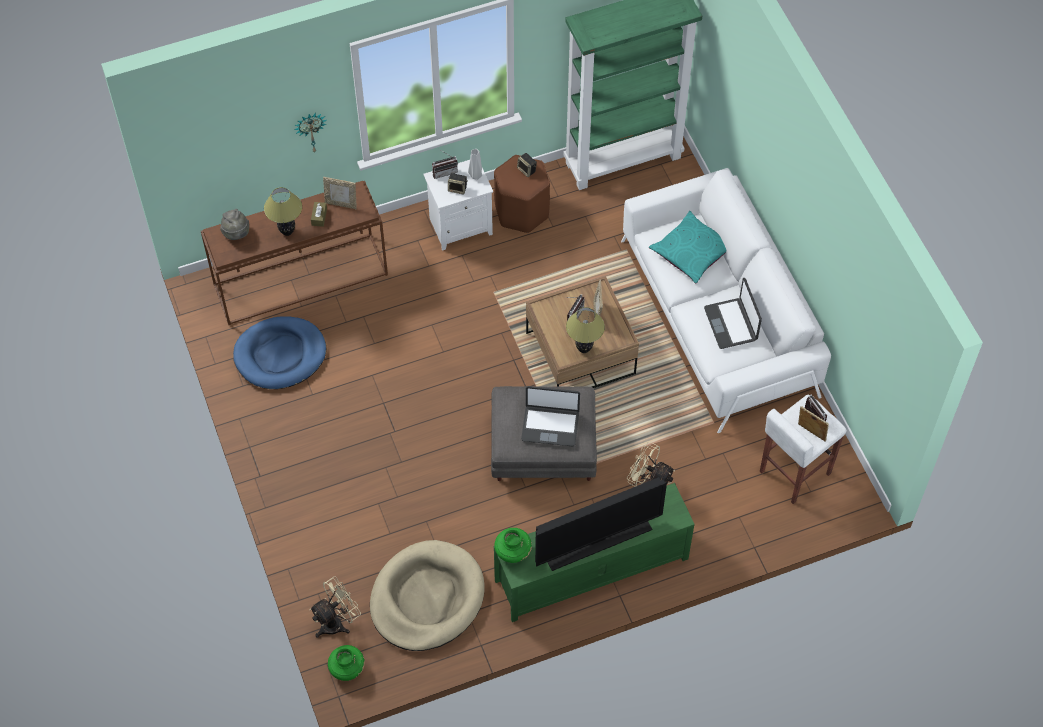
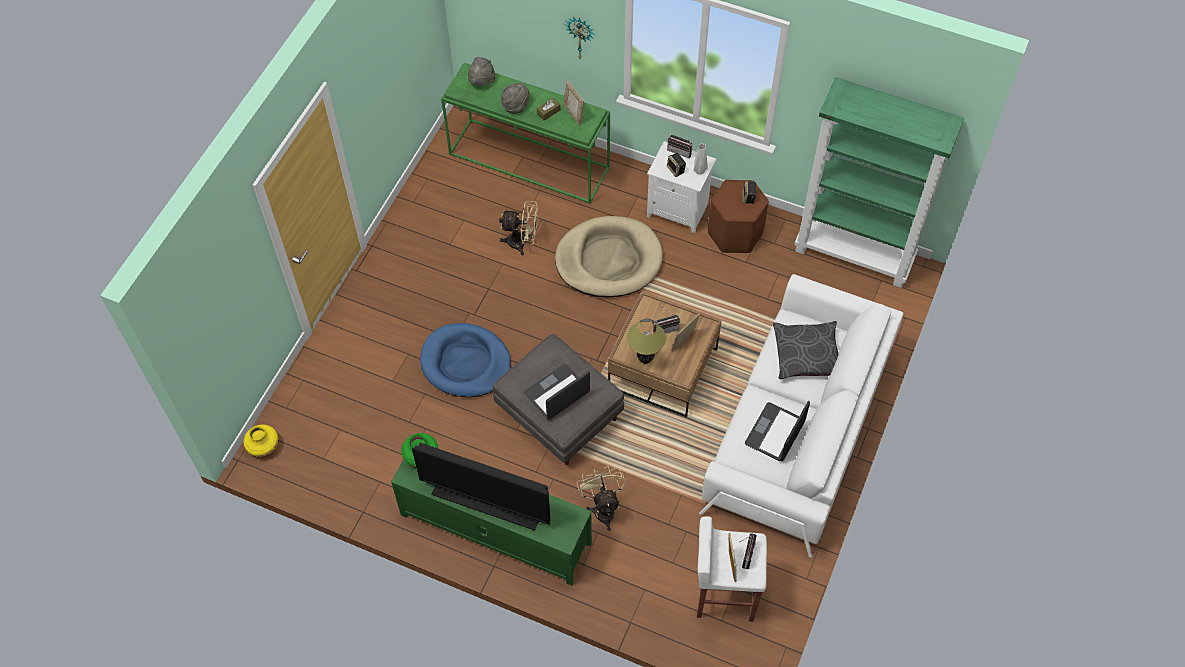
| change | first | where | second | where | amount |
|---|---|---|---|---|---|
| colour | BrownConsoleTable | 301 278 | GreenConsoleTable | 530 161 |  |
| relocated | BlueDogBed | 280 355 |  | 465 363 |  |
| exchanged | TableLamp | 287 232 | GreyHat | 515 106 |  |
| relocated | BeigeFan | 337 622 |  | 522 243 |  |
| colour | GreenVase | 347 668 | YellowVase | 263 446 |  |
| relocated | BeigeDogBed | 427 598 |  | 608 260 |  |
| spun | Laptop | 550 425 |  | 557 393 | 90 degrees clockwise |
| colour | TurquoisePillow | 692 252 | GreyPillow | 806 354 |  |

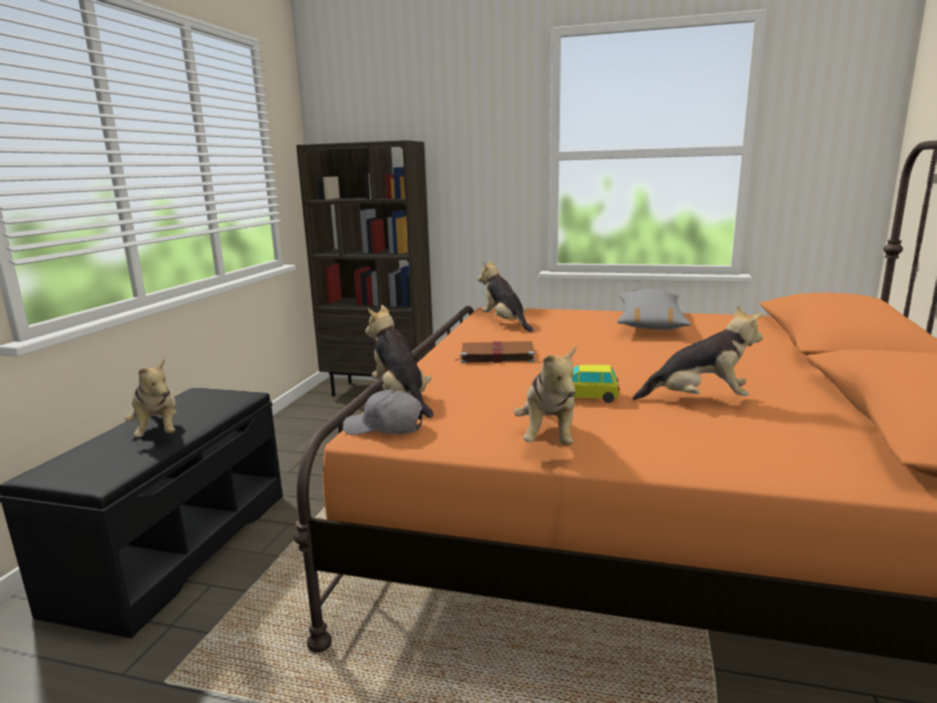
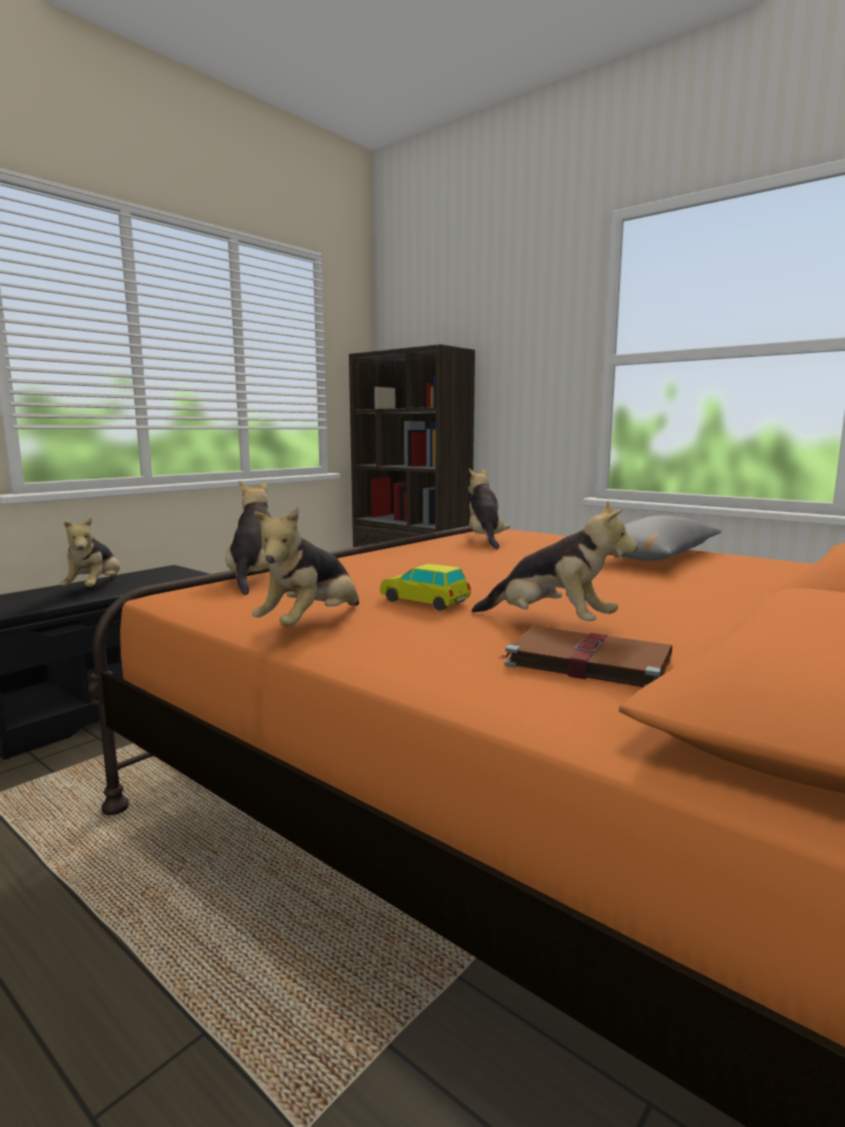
| change | first | where | second | where | amount |
|---|---|---|---|---|---|
| missing | GreyCap | 385 427 |  |  |  |
| relocated | BrownBook | 495 355 |  | 585 661 |  |

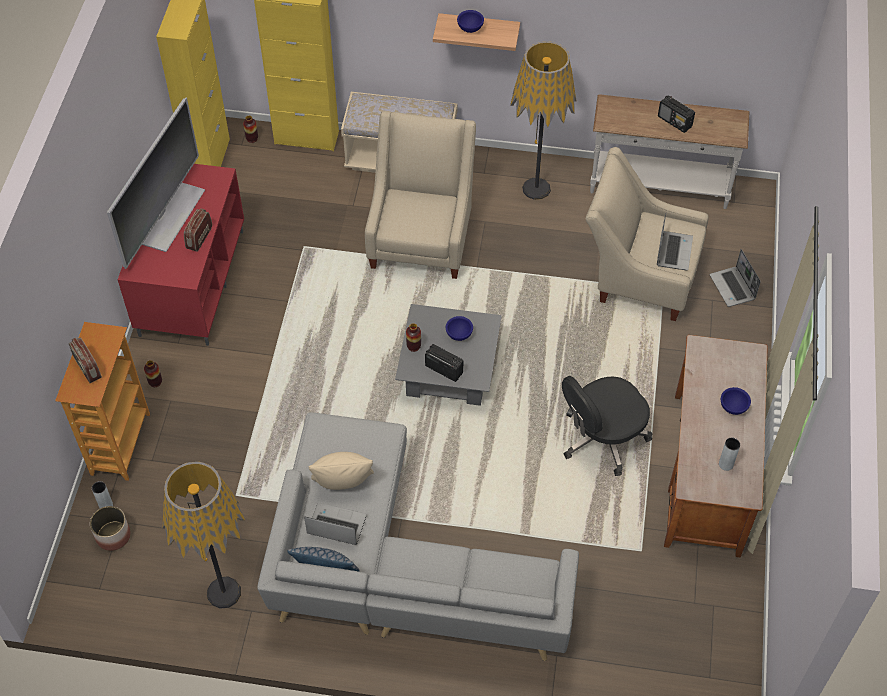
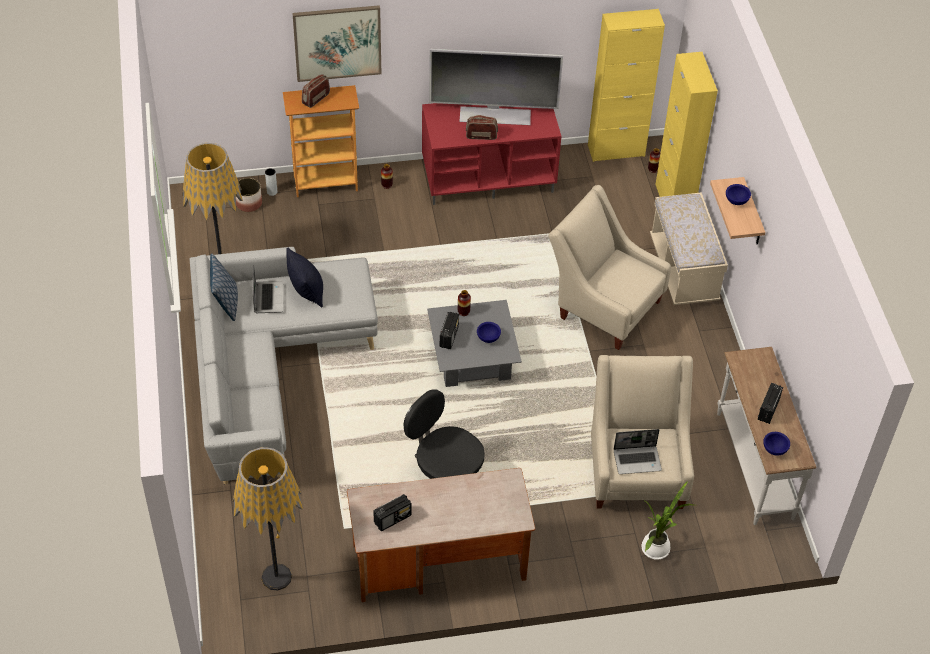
| change | first | where | second | where | amount |
|---|---|---|---|---|---|
| colour | BeigePillow | 343 483 | BlackPillow | 306 292 |  |
| spun | BeigeArmchair | 421 237 |  | 603 305 | 135 degrees counterclockwise |
| relocated | FloorLamp | 536 188 |  | 276 576 |  |
| exchanged | Laptop | 733 288 | PottedPlant | 657 547 |  |
| exchanged | GreyVase | 726 464 | Radio | 393 519 |  |
| relocated | BlueBowl | 733 407 |  | 775 449 |  |
| appeared |  |  | Picture | 337 42 |  |

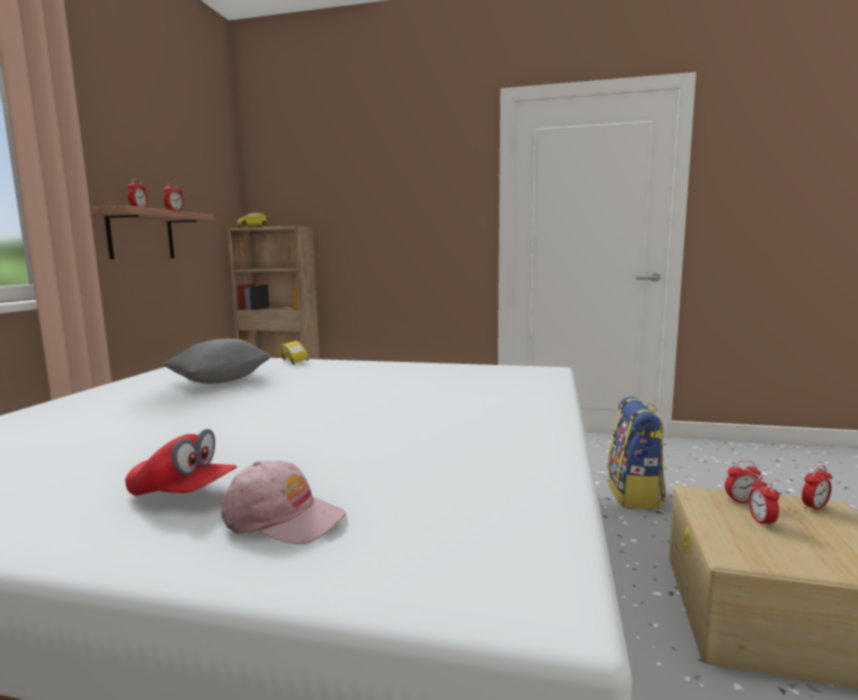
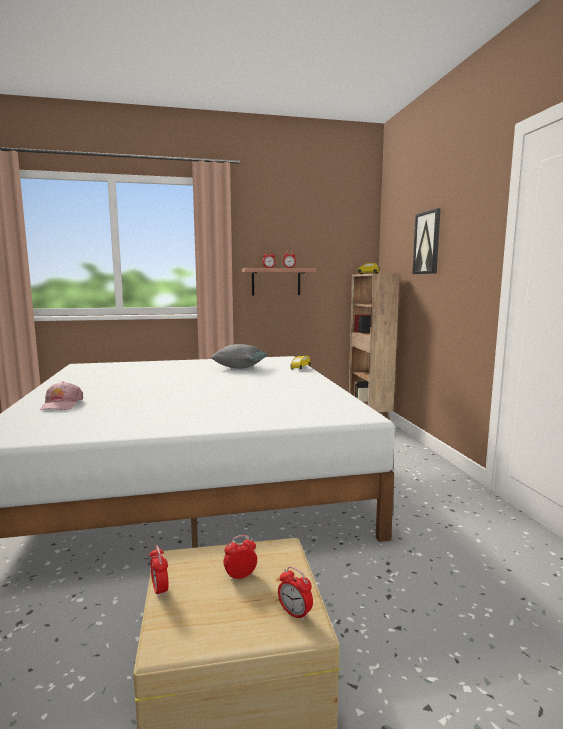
| change | first | where | second | where | amount |
|---|---|---|---|---|---|
| missing | RedCap | 184 493 |  |  |  |
| missing | Backpack | 635 495 |  |  |  |
| relocated | AlarmClock | 741 501 |  | 160 590 |  |
| appeared |  |  | Picture | 427 243 |  |

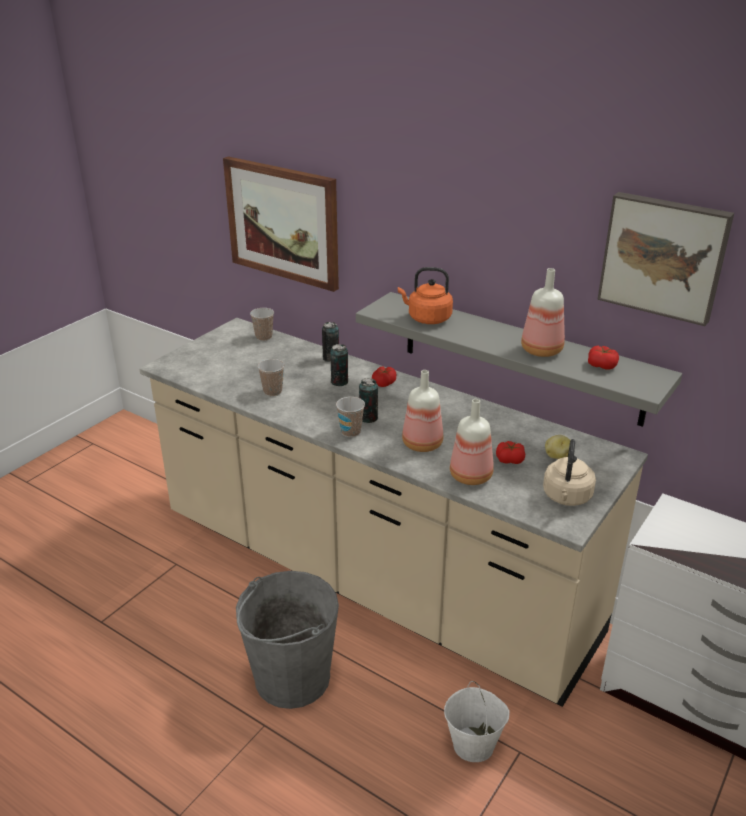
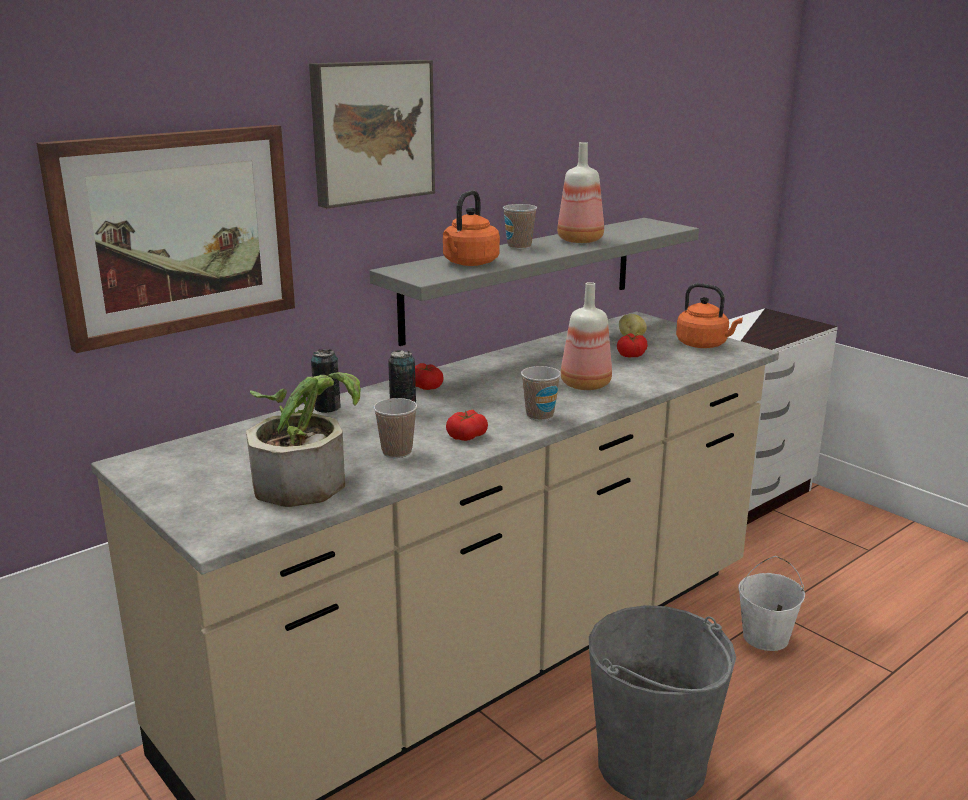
| change | first | where | second | where | amount |
|---|---|---|---|---|---|
| relocated | Cup | 264 337 |  | 519 246 |  |
| missing | Can | 368 418 |  |  |  |
| missing | Bottle | 471 475 |  |  |  |
| colour | BeigeKettle | 566 498 | OrangeKettle | 704 345 |  |
| relocated | Tomato | 601 365 |  | 466 436 |  |
| relocated | Picture | 664 256 |  | 371 131 |  |
| appeared |  |  | PottedPlant | 306 478 |  |

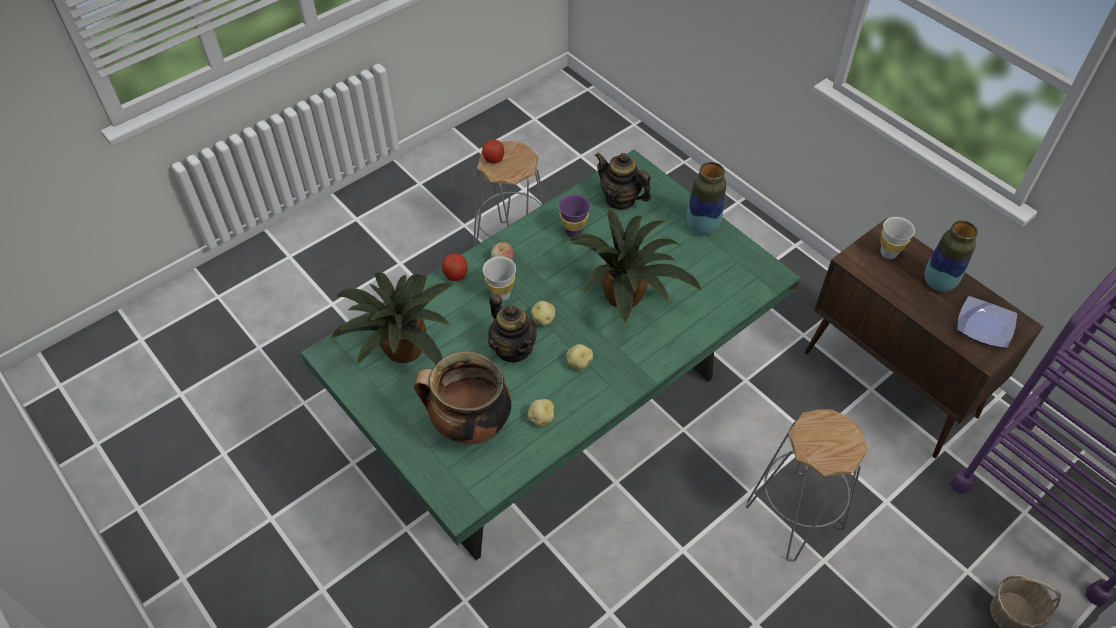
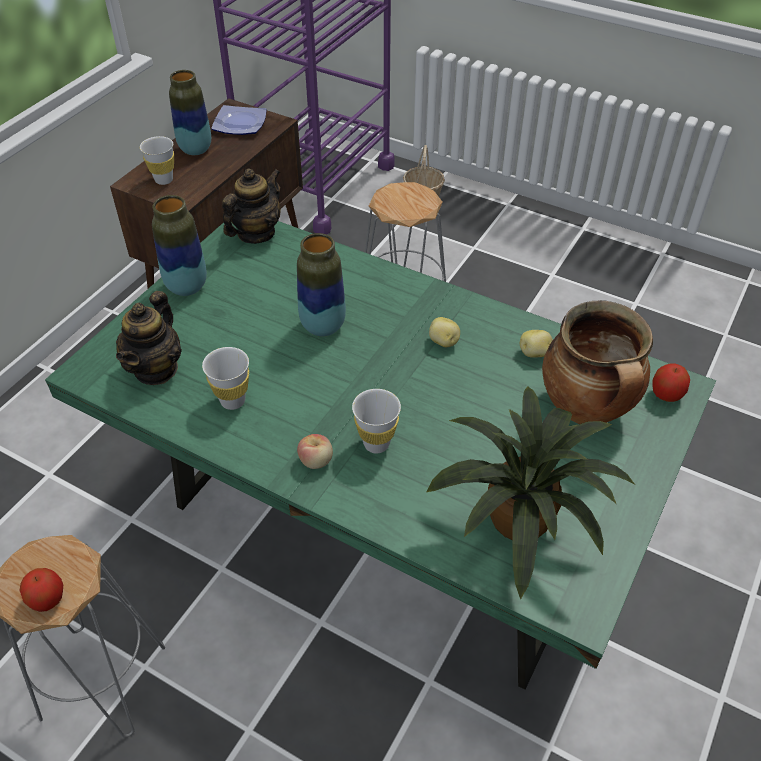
| change | first | where | second | where | amount |
|---|---|---|---|---|---|
| relocated | Apple | 455 275 |  | 666 395 |  |
| relocated | Teapot | 513 349 |  | 256 233 |  |
| missing | Potato | 543 319 |  |  |  |
| colour | PurpleCup | 573 231 | WhiteCup | 232 401 |  |
| exchanged | PottedPlant | 627 295 | Vase | 323 326 |  |

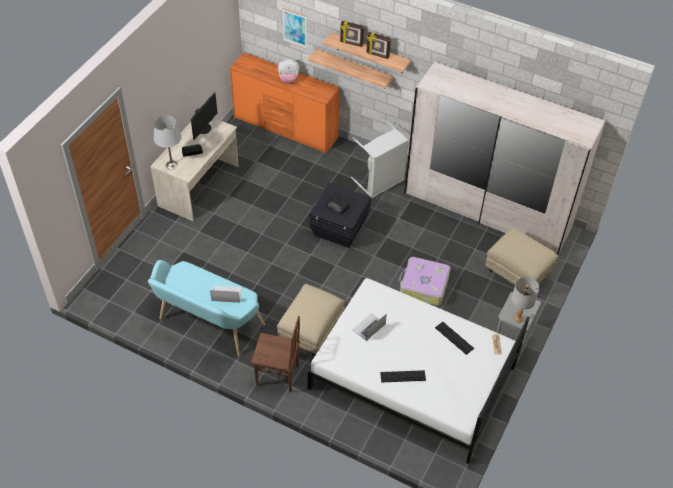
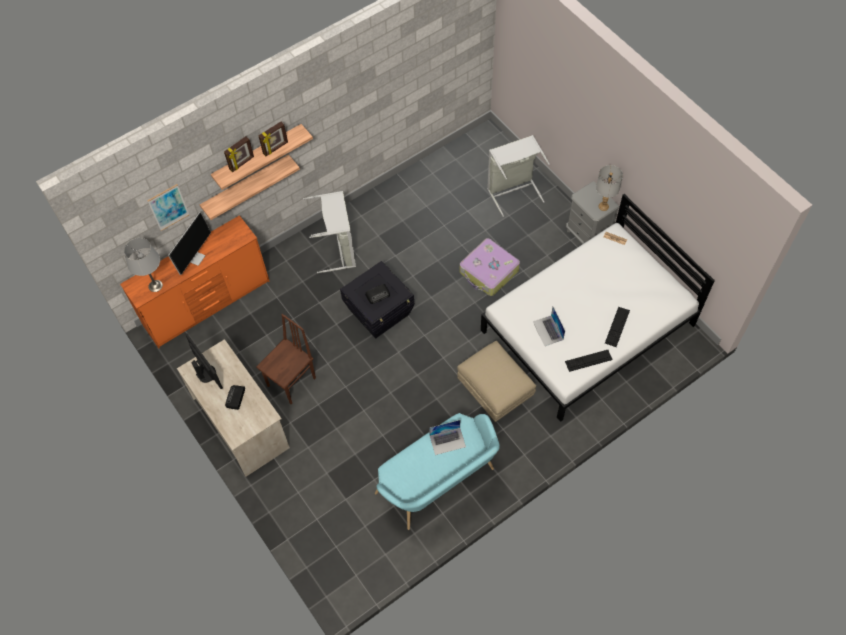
| change | first | where | second | where | amount |
|---|---|---|---|---|---|
| relocated | GreyTableLamp | 171 165 |  | 155 286 |  |
| spun | Laptop | 226 294 |  | 447 441 | 135 degrees counterclockwise |
| relocated | BrownChair | 277 376 |  | 292 382 |  |
| exchanged | PlushToy | 288 79 | Monitor | 195 257 |  |
| missing | WhiteWardrobe | 487 211 |  |  |  |
| relocated | Keyboard | 454 338 |  | 588 360 |  |
| exchanged | BeigeOttoman | 518 273 | GreyLaundryBasket | 513 191 |  |

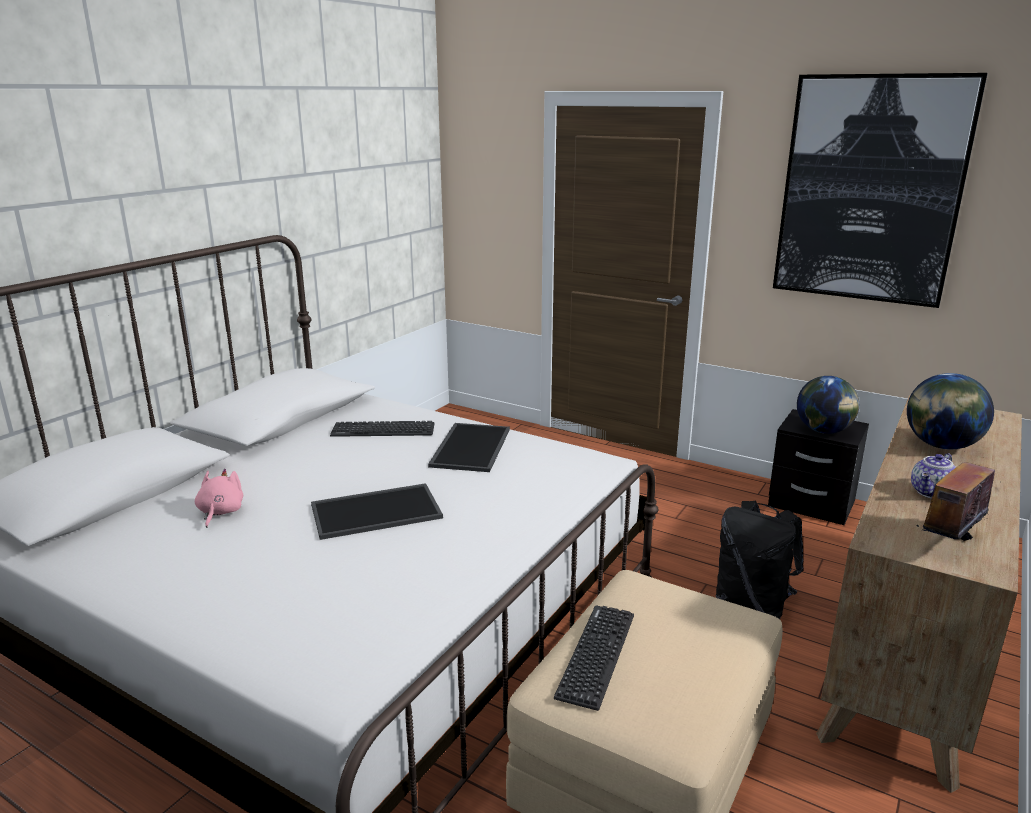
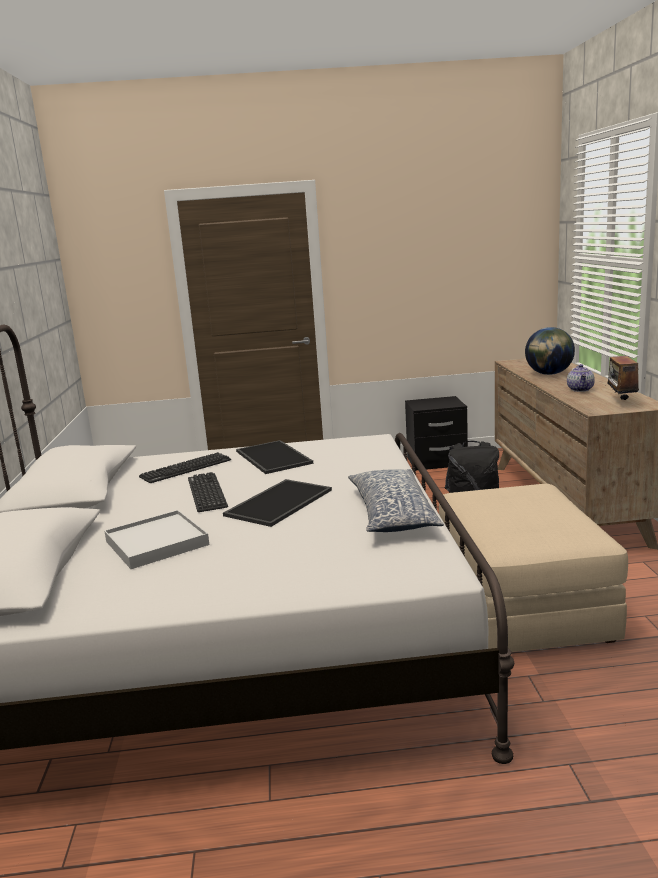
| change | first | where | second | where | amount |
|---|---|---|---|---|---|
| exchanged | PinkPlushToy | 220 512 | WhiteTray | 156 543 |  |
| relocated | Keyboard | 596 655 |  | 207 493 |  |
| missing | Picture | 870 190 |  |  |  |
| missing | Globe | 823 431 |  |  |  |
| appeared |  |  | Pillow | 391 514 |  |

